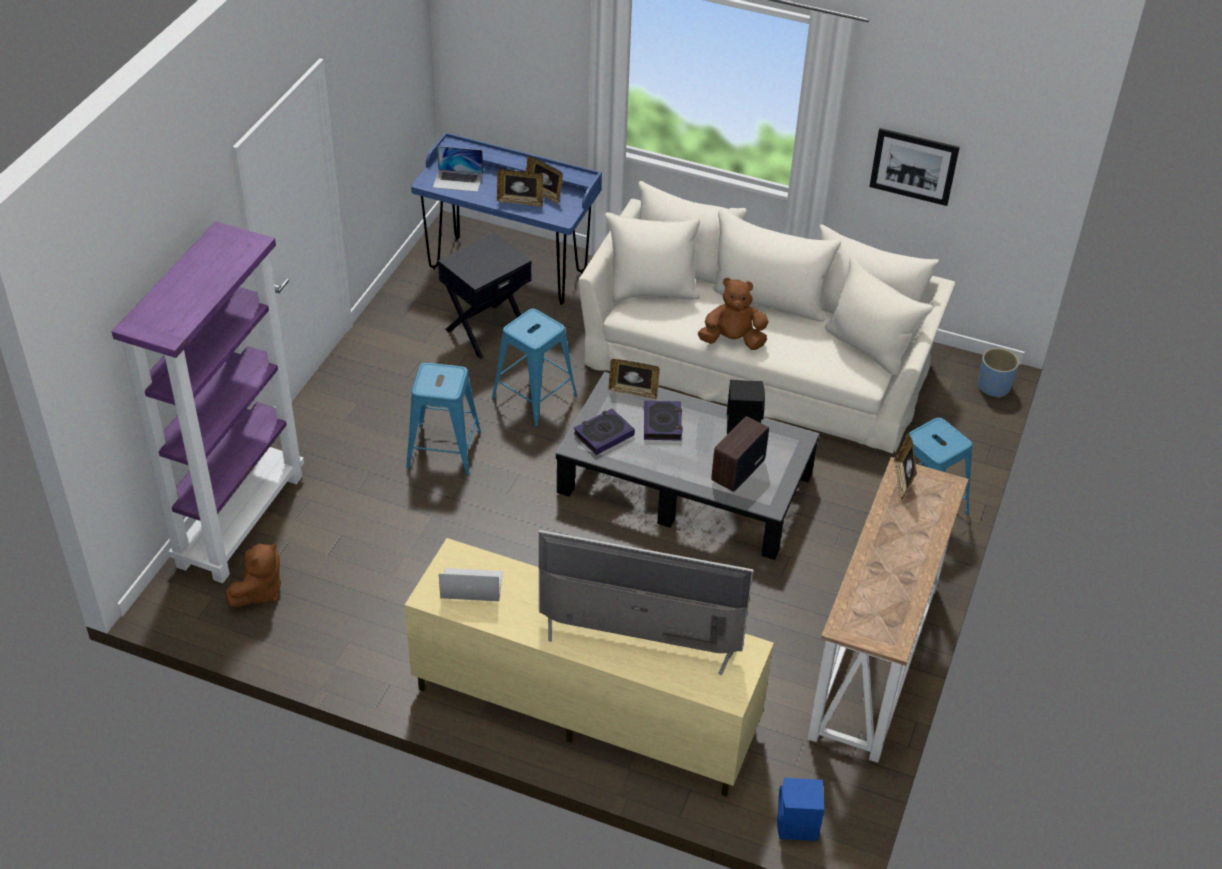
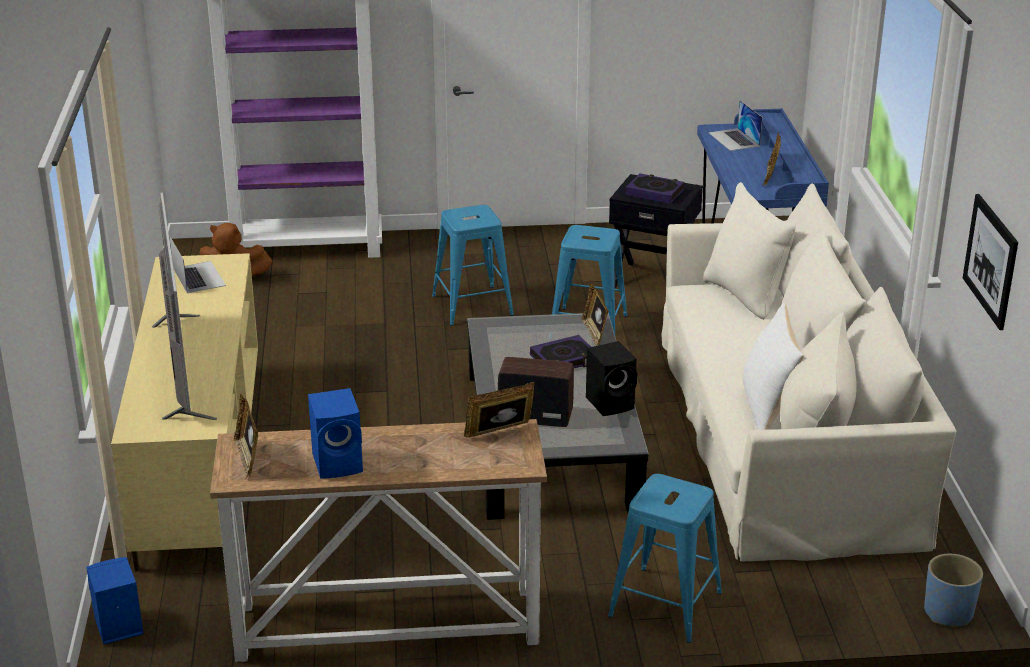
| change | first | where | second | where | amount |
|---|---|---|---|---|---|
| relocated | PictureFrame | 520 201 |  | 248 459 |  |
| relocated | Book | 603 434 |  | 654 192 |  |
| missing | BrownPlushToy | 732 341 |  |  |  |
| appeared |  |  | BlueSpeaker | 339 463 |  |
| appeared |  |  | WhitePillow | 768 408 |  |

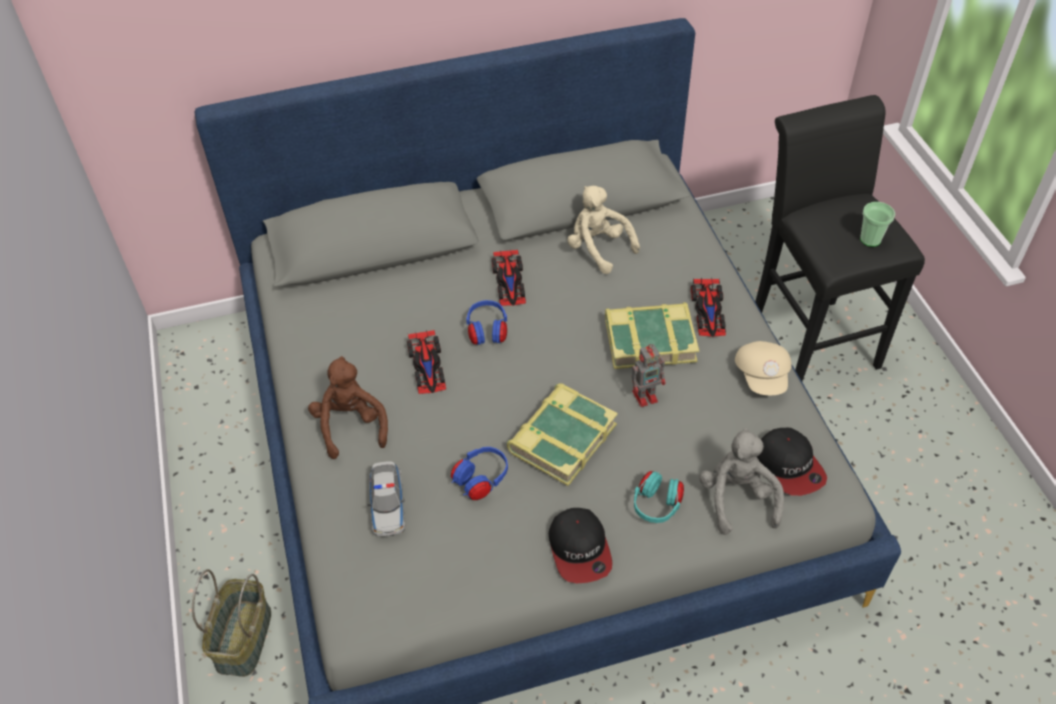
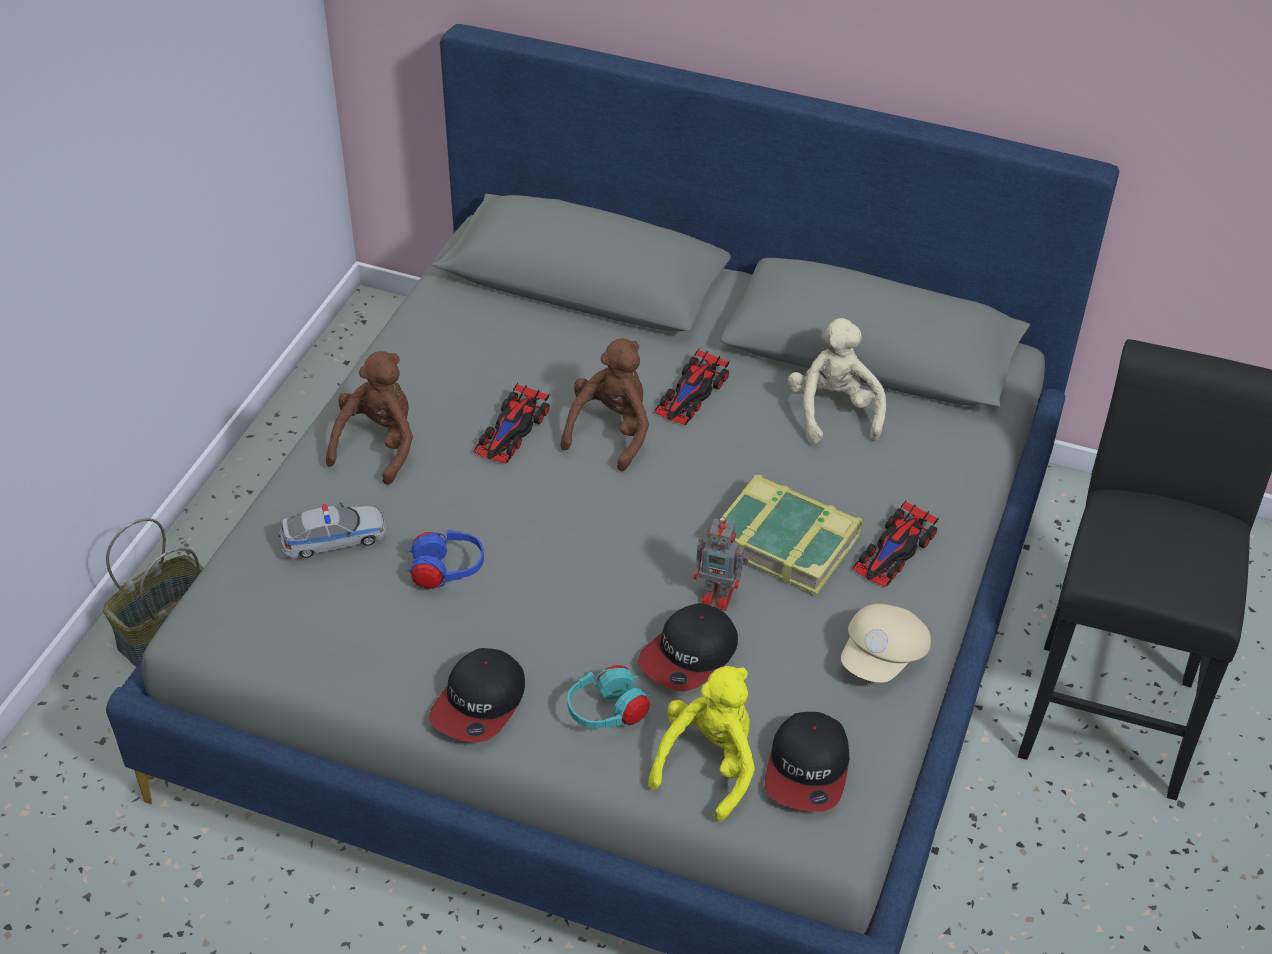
| change | first | where | second | where | amount |
|---|---|---|---|---|---|
| spun | ToyCar | 387 504 |  | 334 538 | 135 degrees counterclockwise |
| exchanged | BlueHeadphones | 487 332 | BrownPlushToy | 611 431 |  |
| missing | Book | 561 438 |  |  |  |
| colour | GreyPlushToy | 737 498 | YellowPlushToy | 709 764 |  |
| missing | Cup | 870 239 |  |  |  |
| appeared |  |  | Cap | 689 655 |  |

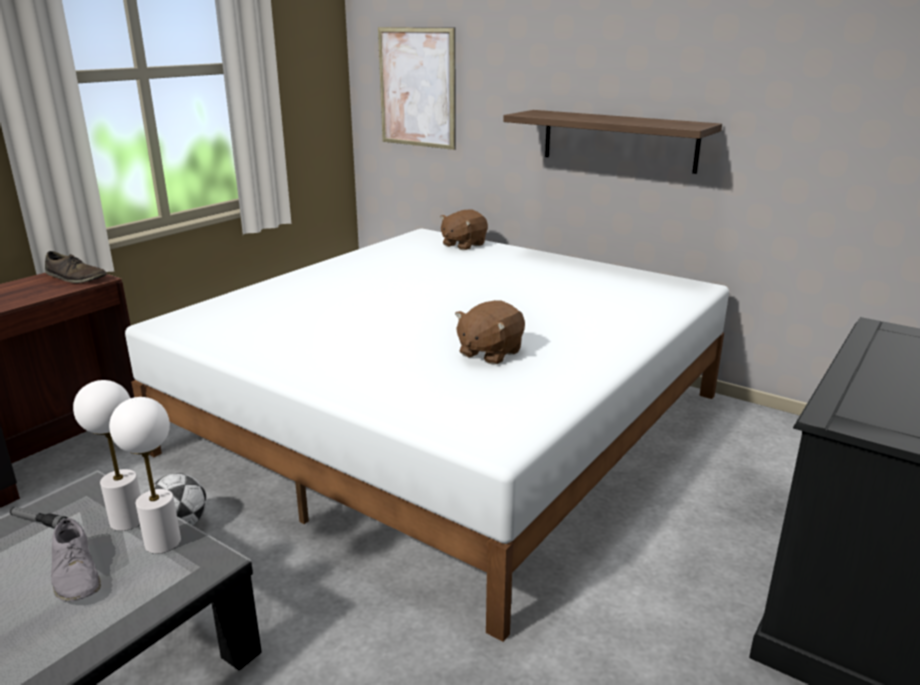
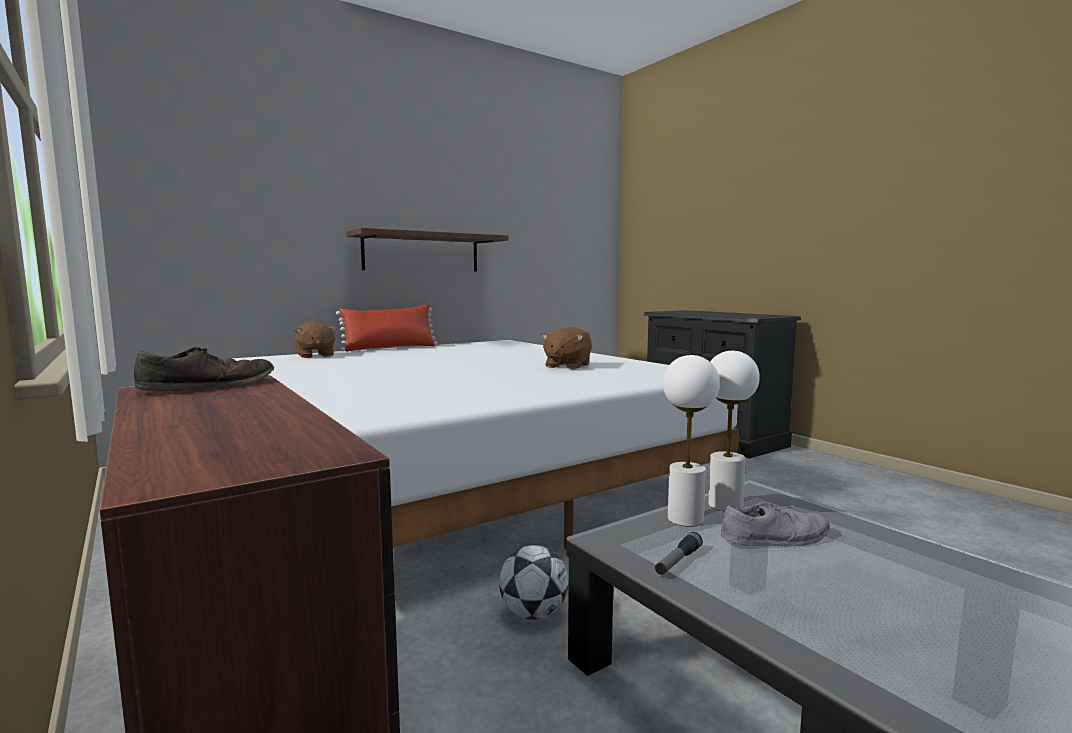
| change | first | where | second | where | amount |
|---|---|---|---|---|---|
| missing | Picture | 417 88 |  |  |  |
| spun | BrownPlushToy | 489 353 |  | 567 366 | 60 degrees clockwise |
| appeared |  |  | RedPillow | 390 348 |  |

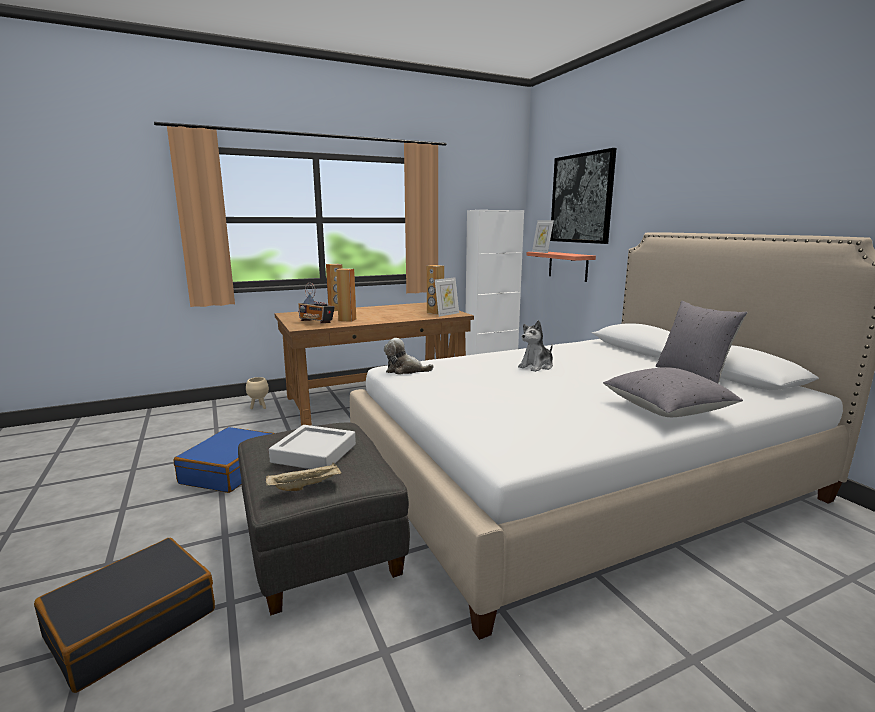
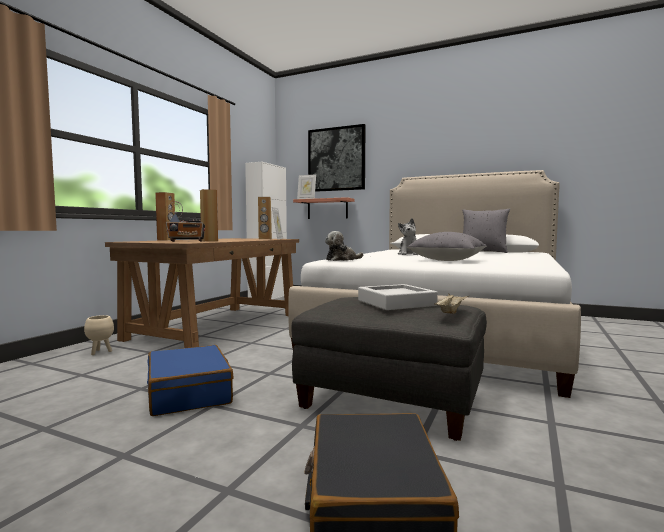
| change | first | where | second | where | amount |
|---|---|---|---|---|---|
| relocated | GreyPillow | 666 410 |  | 447 260 |  |

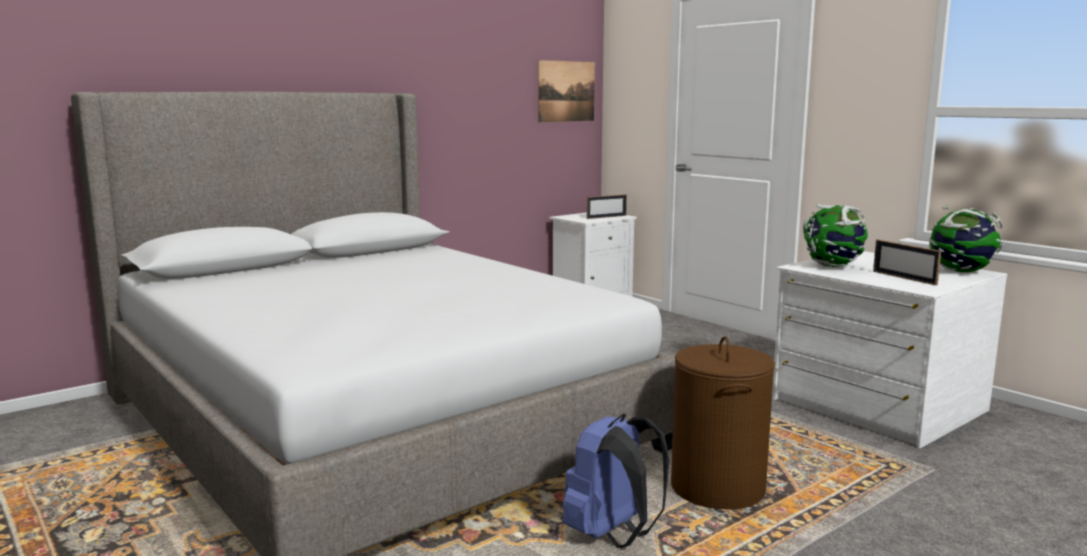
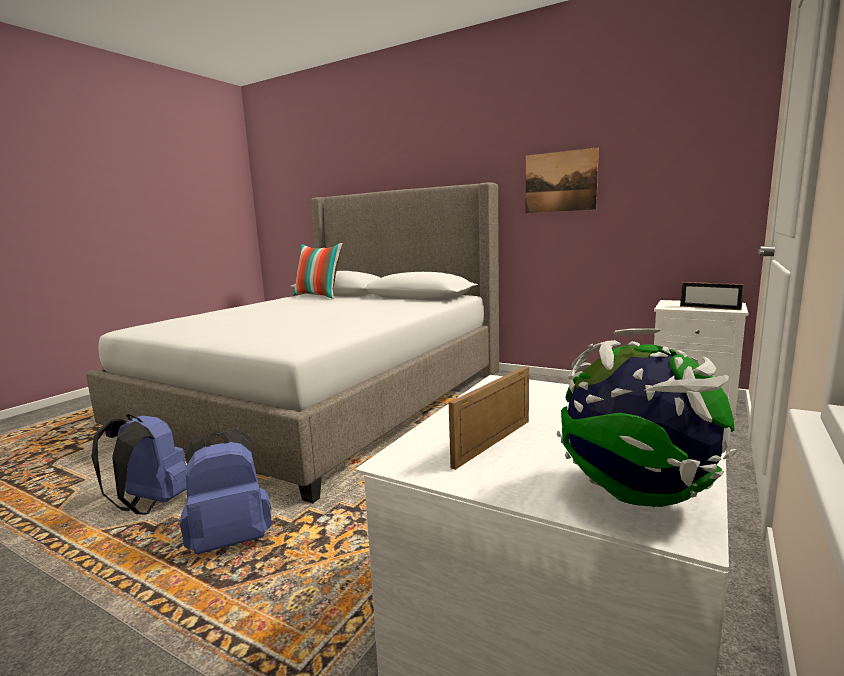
| change | first | where | second | where | amount |
|---|---|---|---|---|---|
| relocated | Picture | 566 91 |  | 560 181 |  |
| exchanged | BrownLaundryBasket | 717 488 | BlueBackpack | 231 539 |  |
| missing | Globe | 833 266 |  |  |  |
| appeared |  |  | Pillow | 318 296 |  |

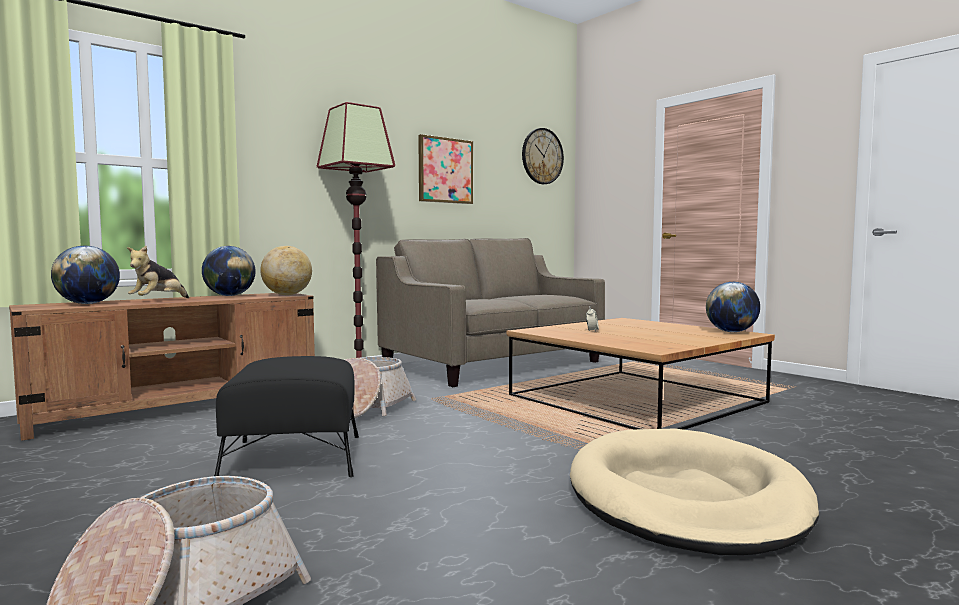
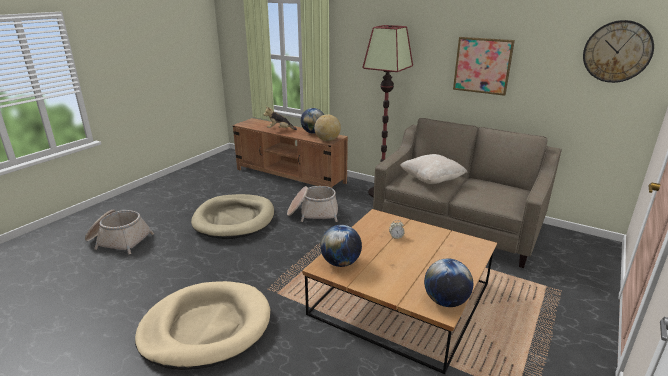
| change | first | where | second | where | amount |
|---|---|---|---|---|---|
| relocated | Globe | 87 304 |  | 340 263 |  |
| exchanged | BlackOttoman | 294 457 | BeigeDogBed | 234 219 |  |
| appeared |  |  | BeigePillow | 431 180 |  |

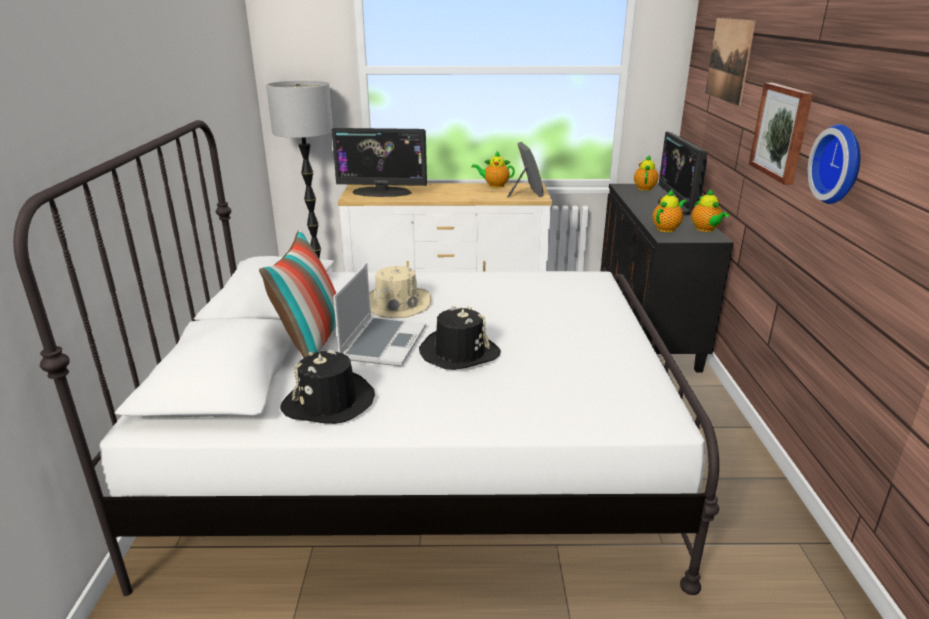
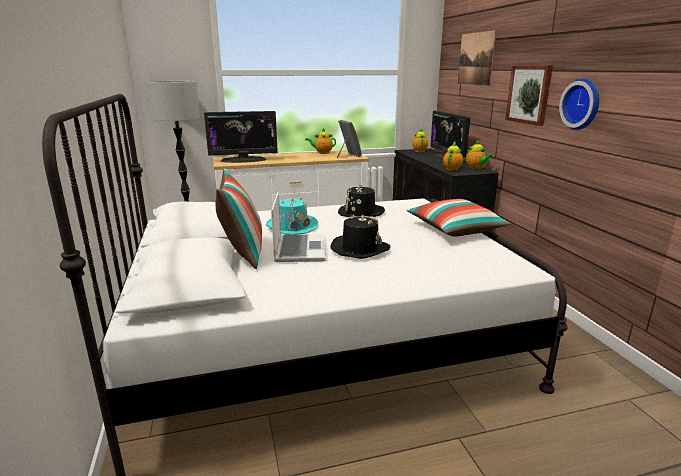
| change | first | where | second | where | amount |
|---|---|---|---|---|---|
| relocated | BlackHat | 328 402 |  | 361 212 |  |
| colour | BeigeHat | 397 303 | TurquoiseHat | 292 226 |  |
| appeared |  |  | Pillow | 455 230 |  |

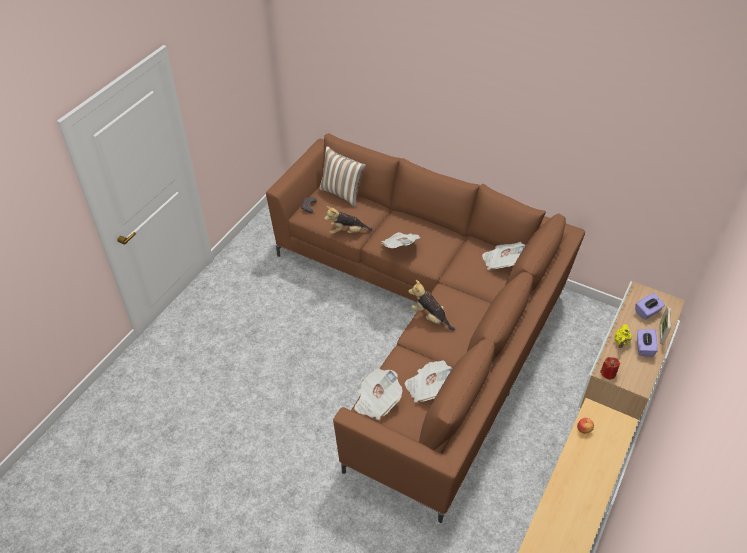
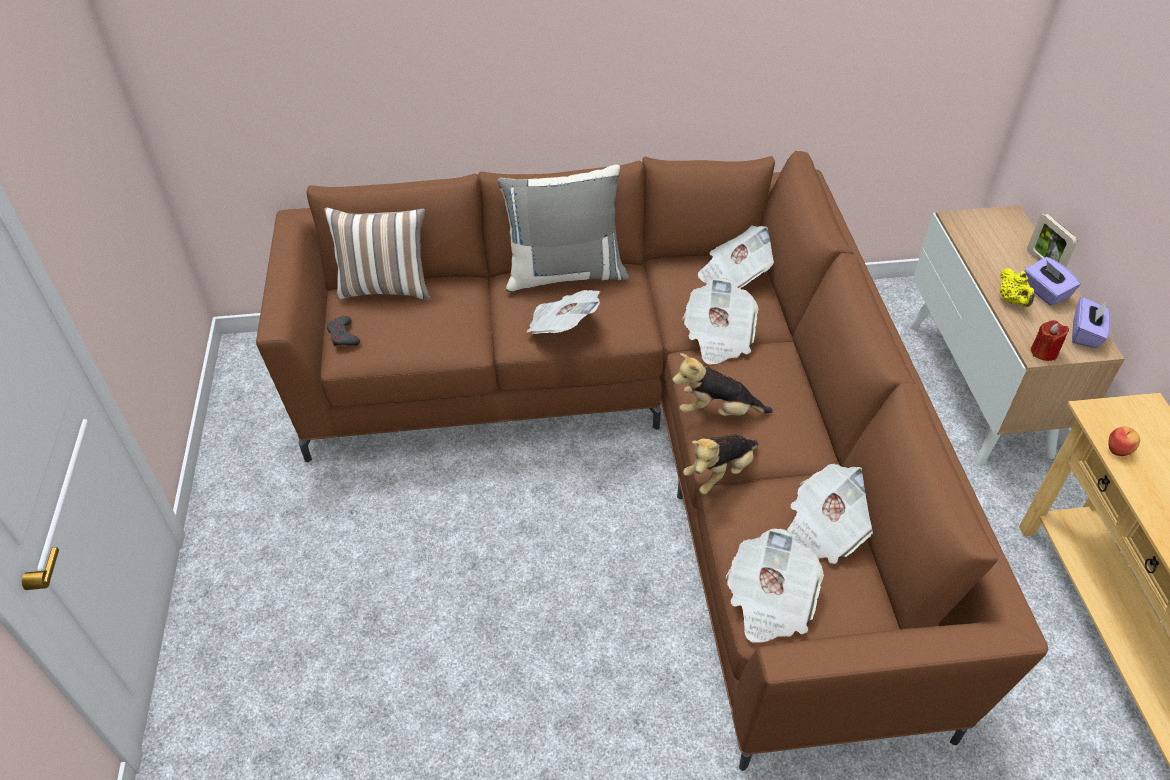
| change | first | where | second | where | amount |
|---|---|---|---|---|---|
| relocated | PlushToy | 347 232 |  | 720 473 |  |
| relocated | PurpleTissueBox | 647 312 |  | 1085 334 |  |
| appeared |  |  | GreyPillow | 565 273 |  |
| appeared |  |  | Newspaper | 718 338 |  |

